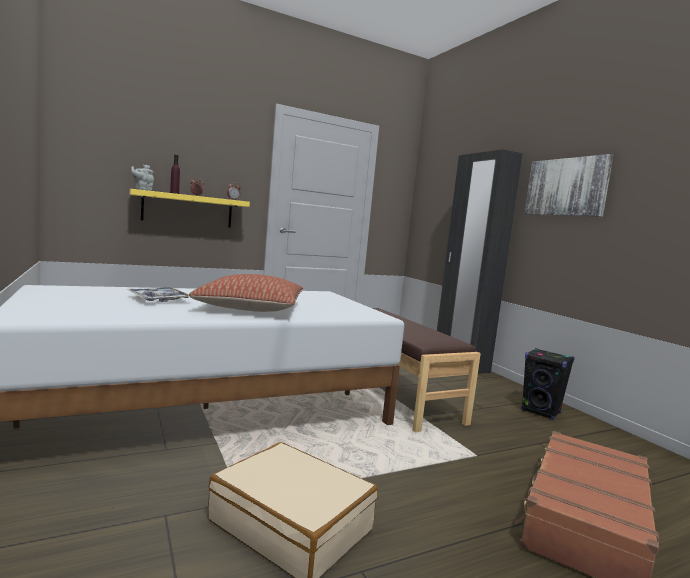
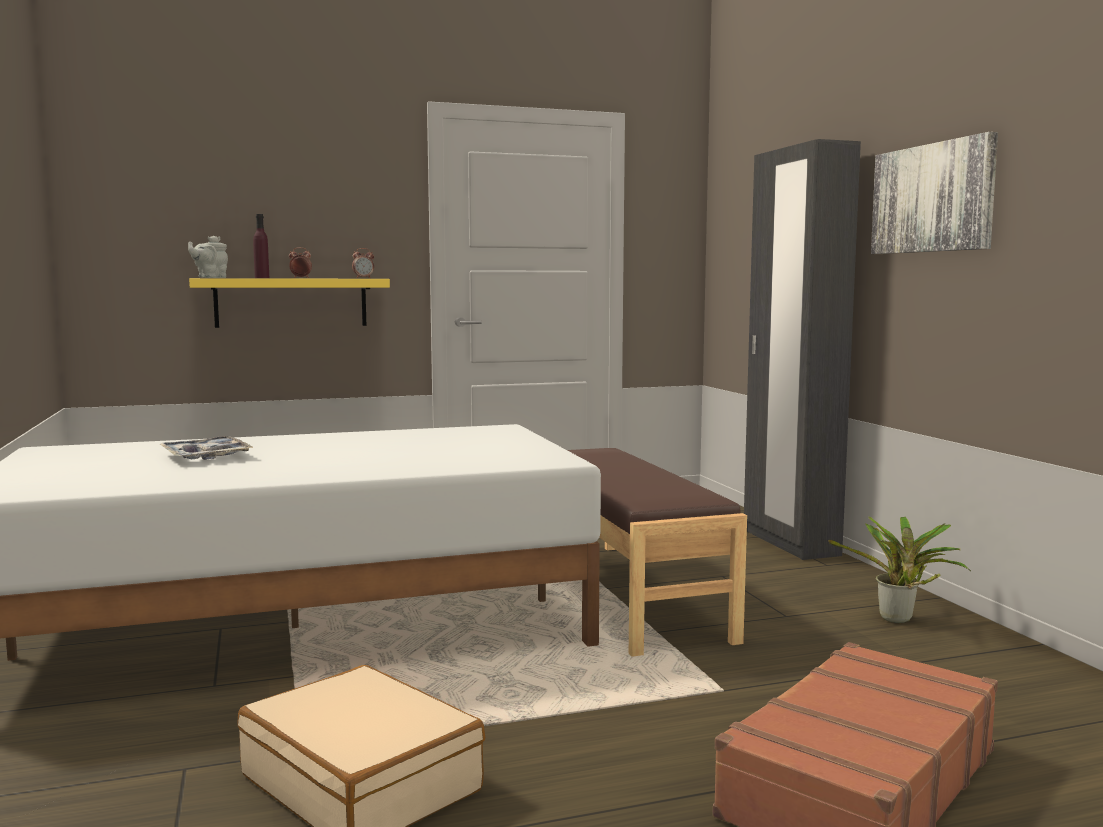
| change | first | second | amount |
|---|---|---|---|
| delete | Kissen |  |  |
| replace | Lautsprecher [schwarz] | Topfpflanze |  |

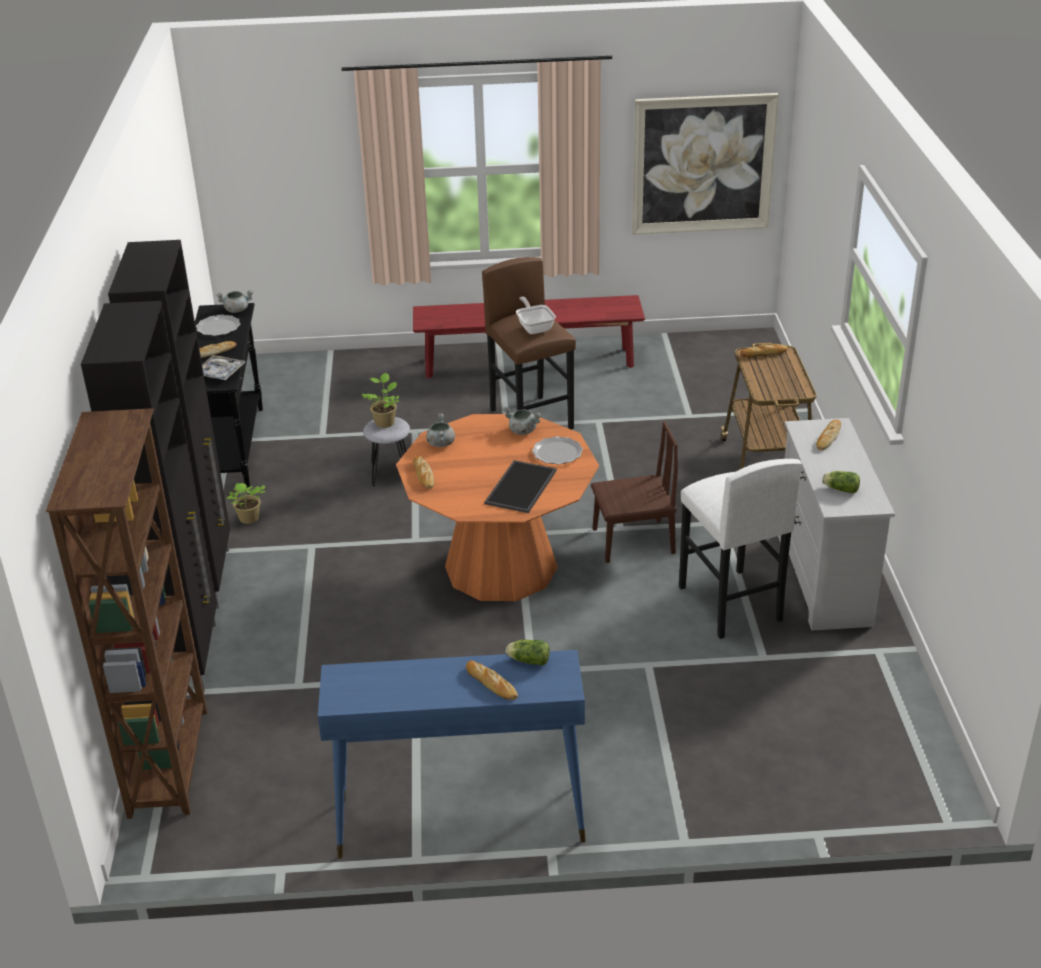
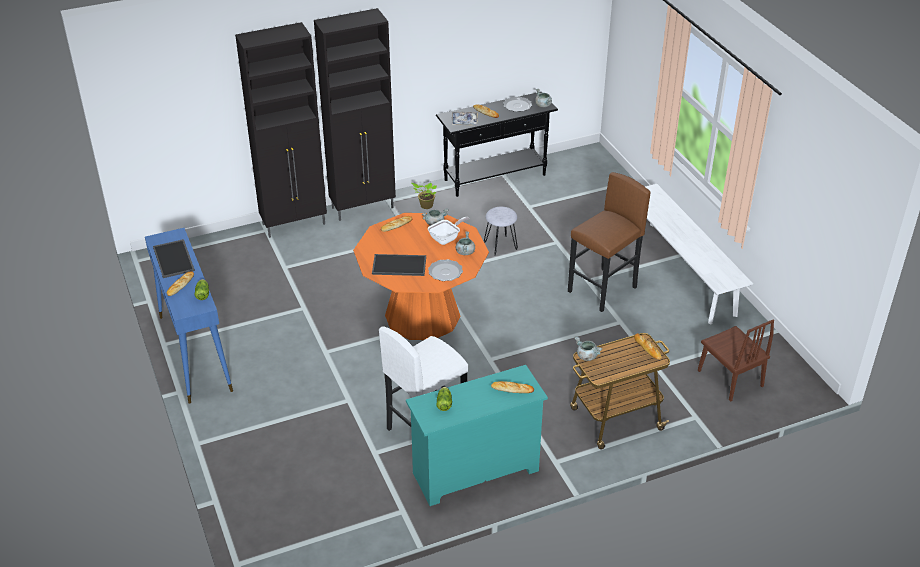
| change | first | second | amount |
|---|---|---|---|
| delete | Bild |  |  |
| recolor | Bank [rot] | Bank [weiß] |  |
| move | Pfanne |  |  |
| delete | Topfpflanze (2nd from left) |  |  |
| delete | Bücherregal [braun] |  |  |
| recolor | Kommode [weiß] | Kommode [türkis] |  |
| move | Stuhl [braun] |  |  |
| insert |  | Tablett (1st from left) |  |
| insert |  | Kochtopf [grau] (4th from left) |  |

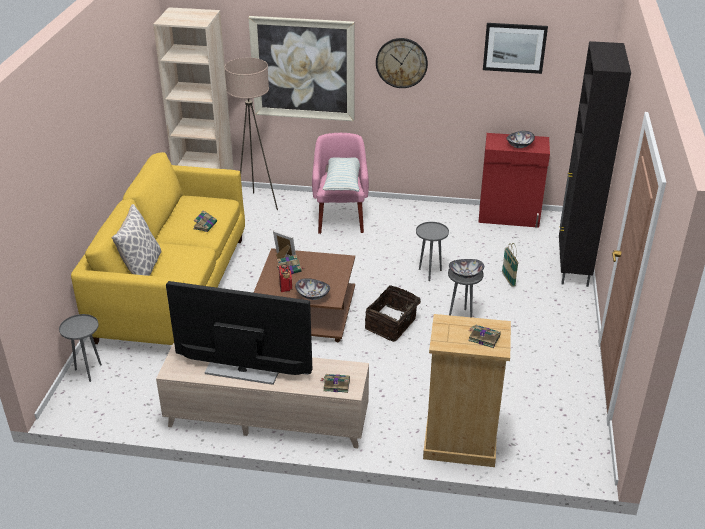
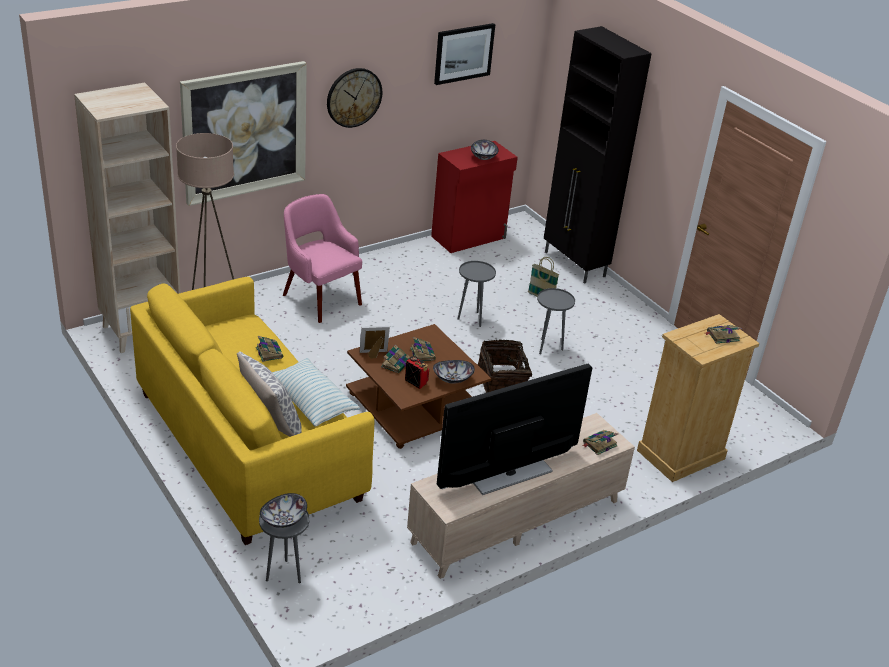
| change | first | second | amount |
|---|---|---|---|
| move | Kissen (2nd from left) |  |  |
| move | Schüssel (2nd from left in the first image) | Schüssel (1st from left) |  |
| insert |  | Buch (3rd from left) |  |

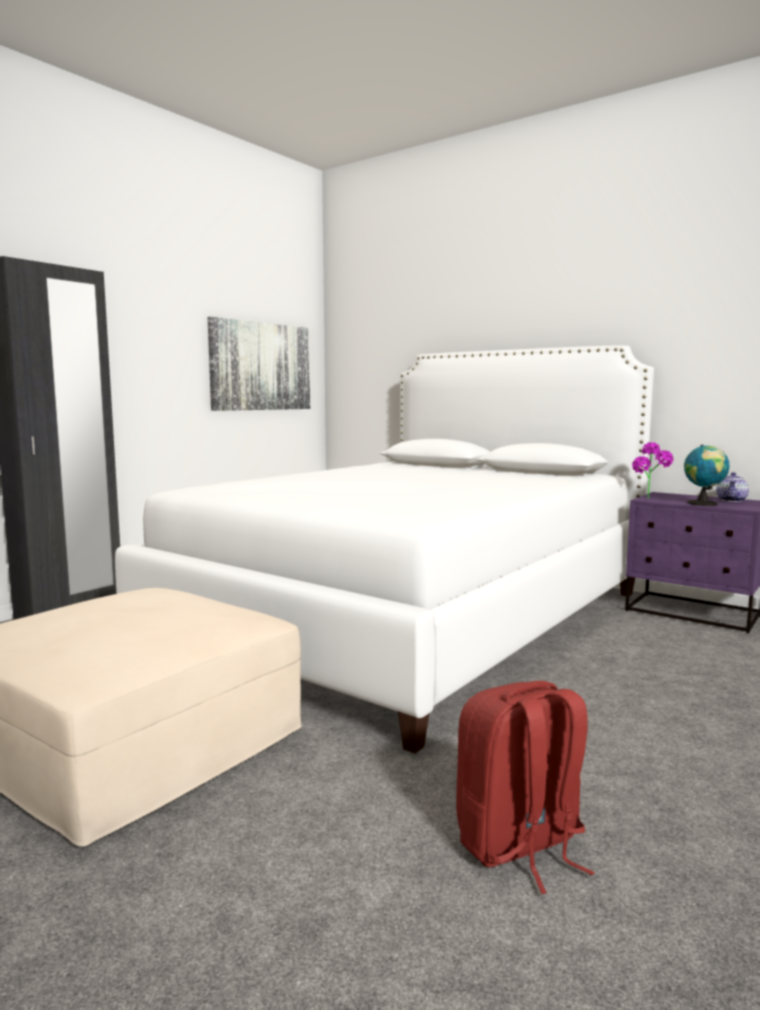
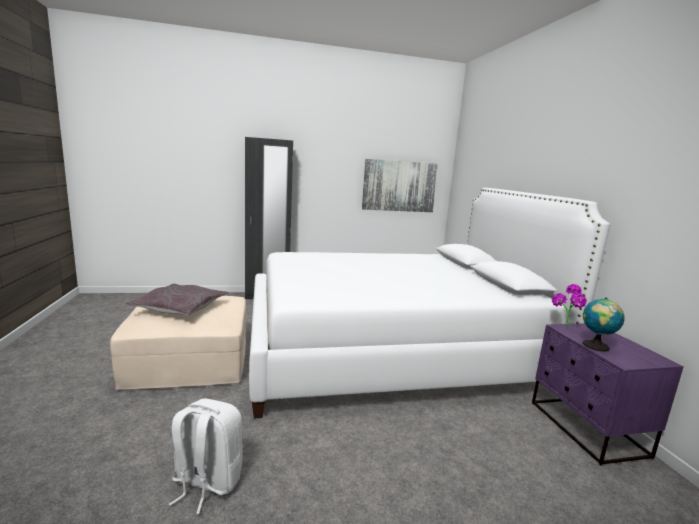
| change | first | second | amount |
|---|---|---|---|
| delete | Teekanne |  |  |
| recolor | Rucksack [rot] | Rucksack [weiß] |  |
| insert |  | Kissen [grau] |  |

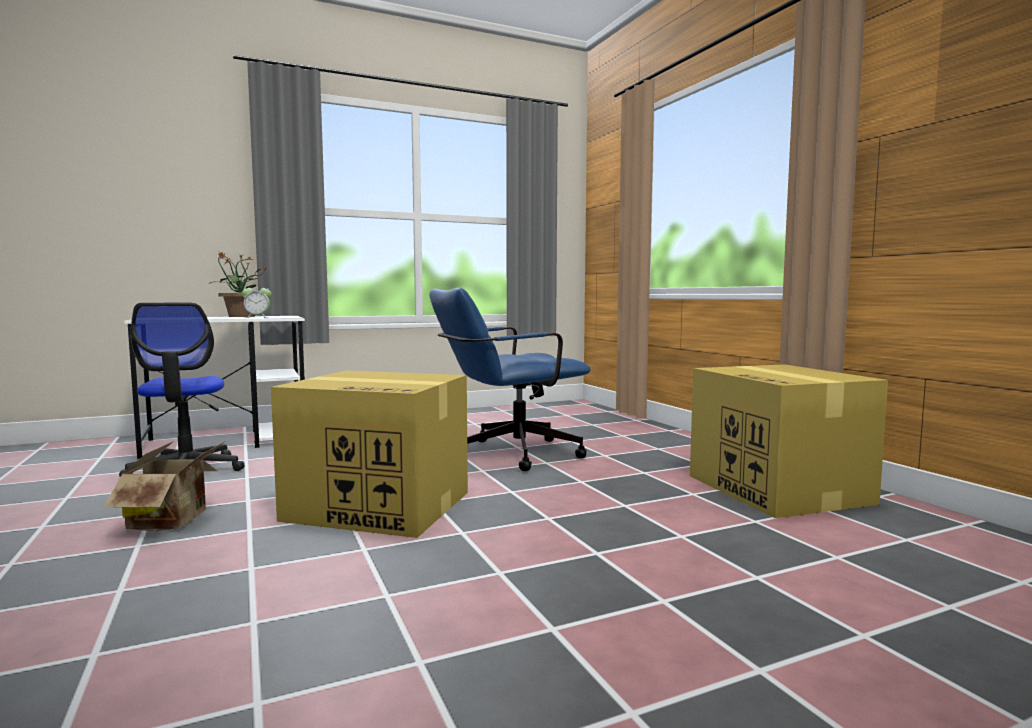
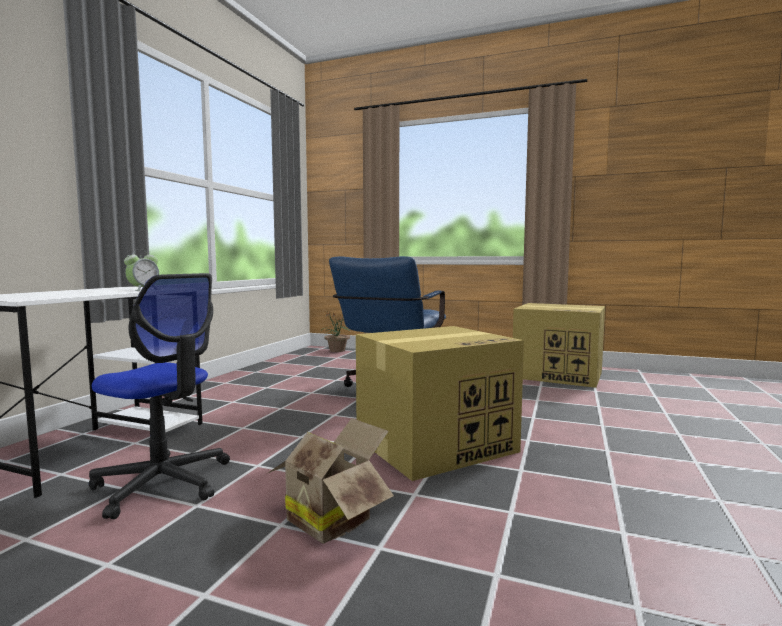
| change | first | second | amount |
|---|---|---|---|
| move | Topfpflanze |  |  |

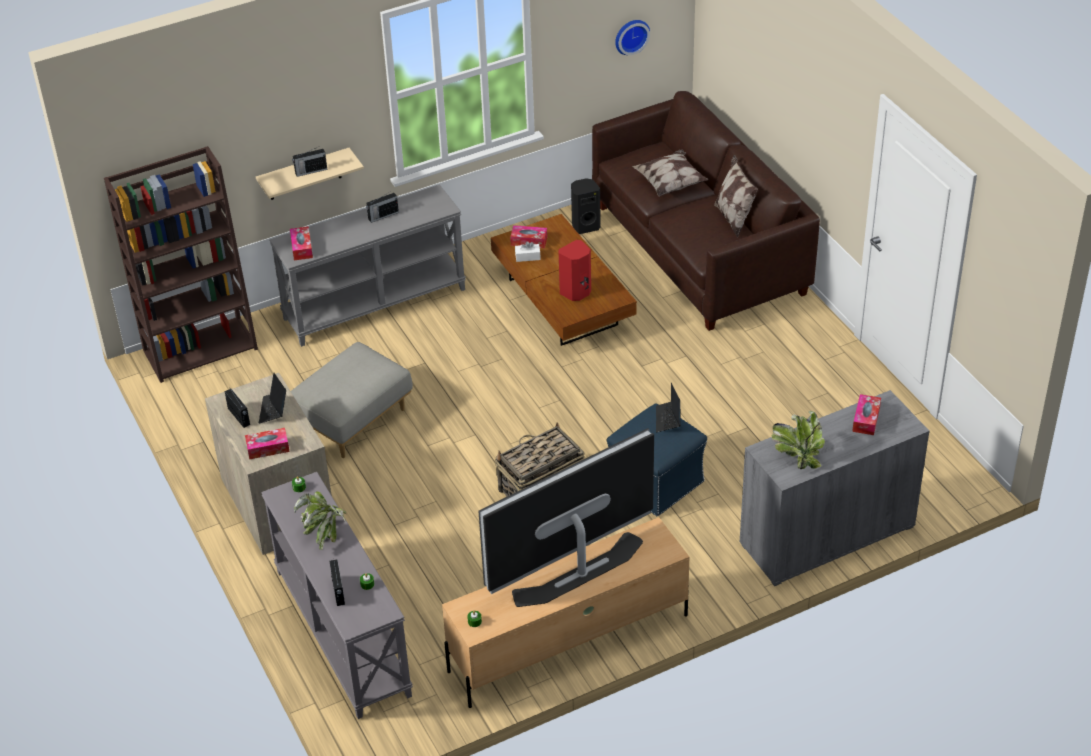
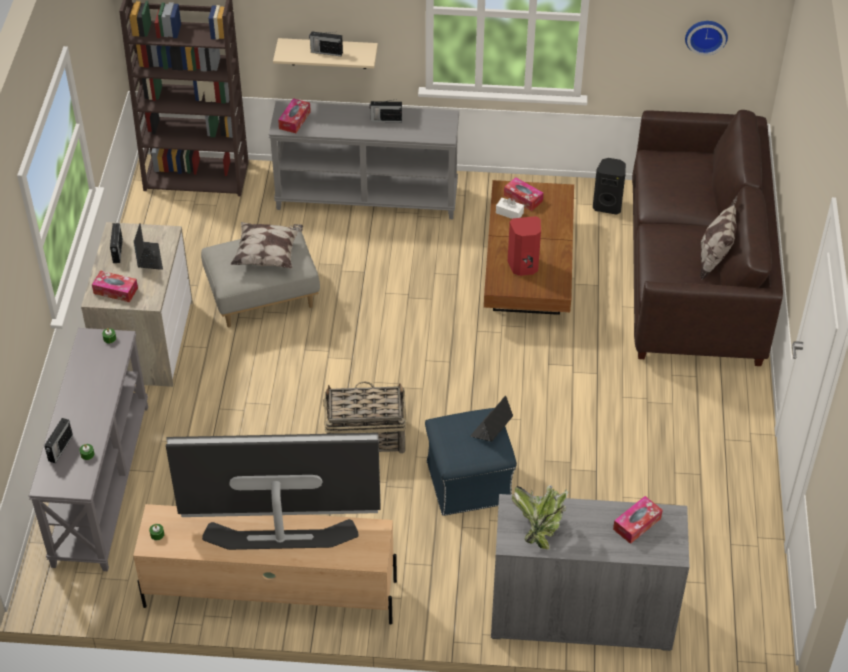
| change | first | second | amount |
|---|---|---|---|
| move | Kissen (1st from left) |  |  |
| rotate | Laptop (1st from left) |  | 135 degrees clockwise |
| delete | Topfpflanze (1st from left) |  |  |

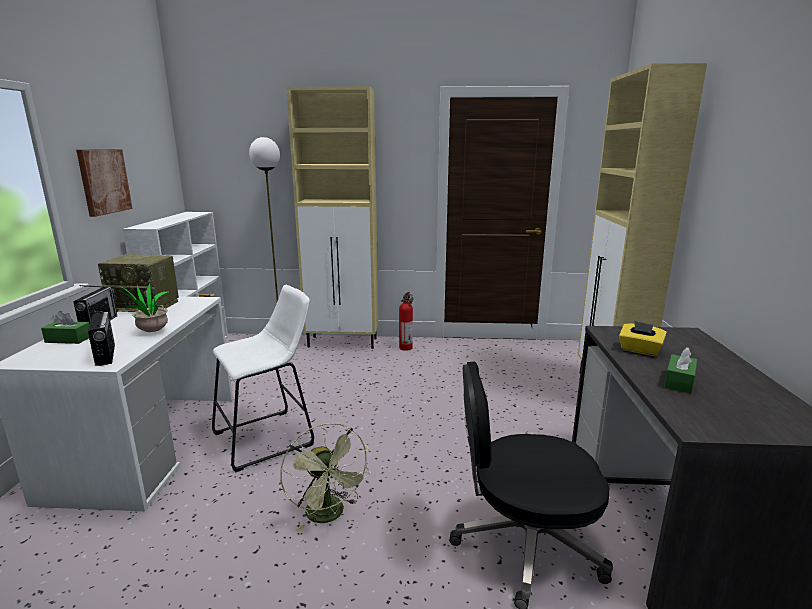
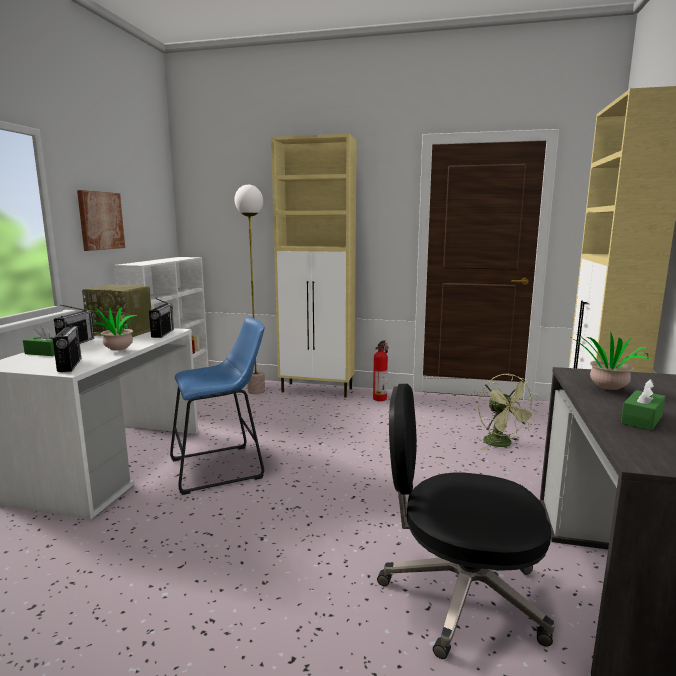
| change | first | second | amount |
|---|---|---|---|
| recolor | Hocker [weiß] | Hocker [blau] |  |
| replace | Taschentuchbox [gelb] | Topfpflanze (2nd from left) |  |
| move | Ventilator [grün] |  |  |
| insert |  | Radio (4th from left) |  |

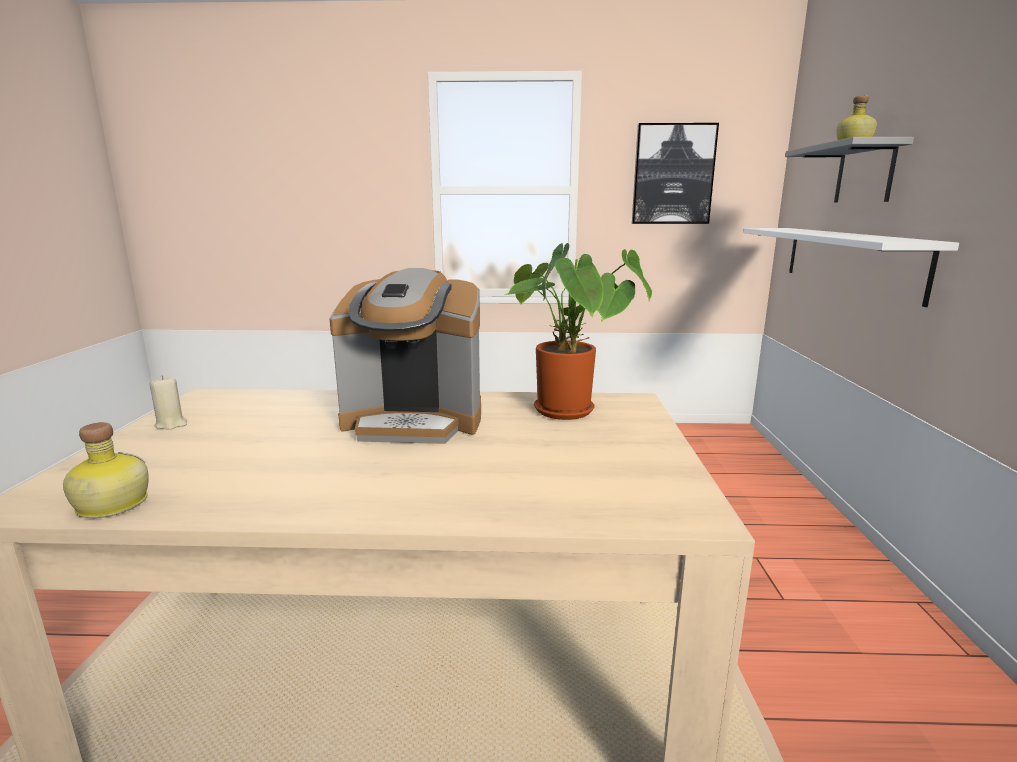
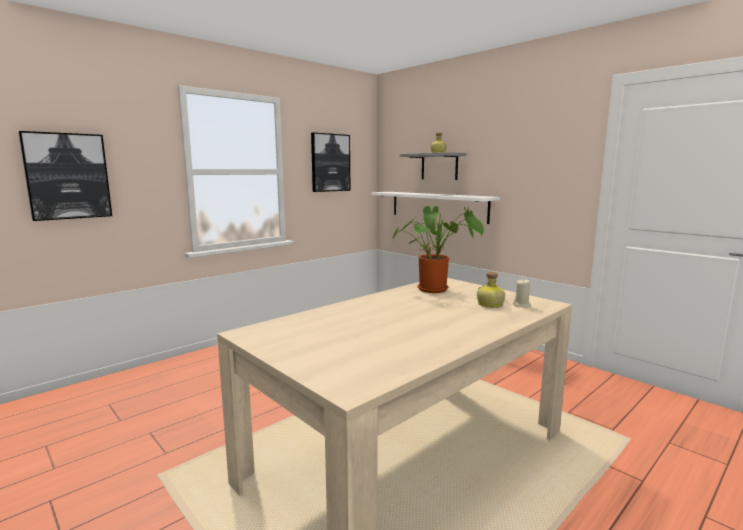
| change | first | second | amount |
|---|---|---|---|
| delete | Kaffeemaschine |  |  |
| move | Kerze [beige] |  |  |
| move | Flasche (1st from left in the first image) | Flasche (2nd from left) |  |
| insert |  | Bild (1st from left) |  |

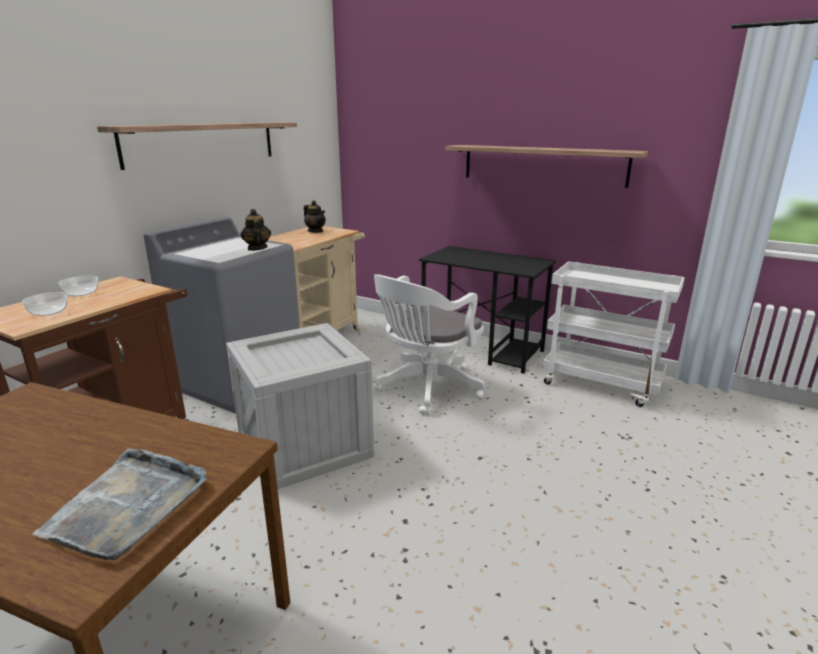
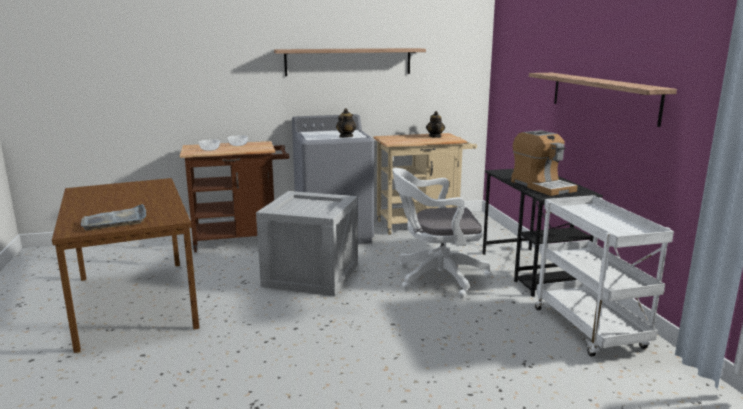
| change | first | second | amount |
|---|---|---|---|
| insert |  | Kaffeemaschine |  |

